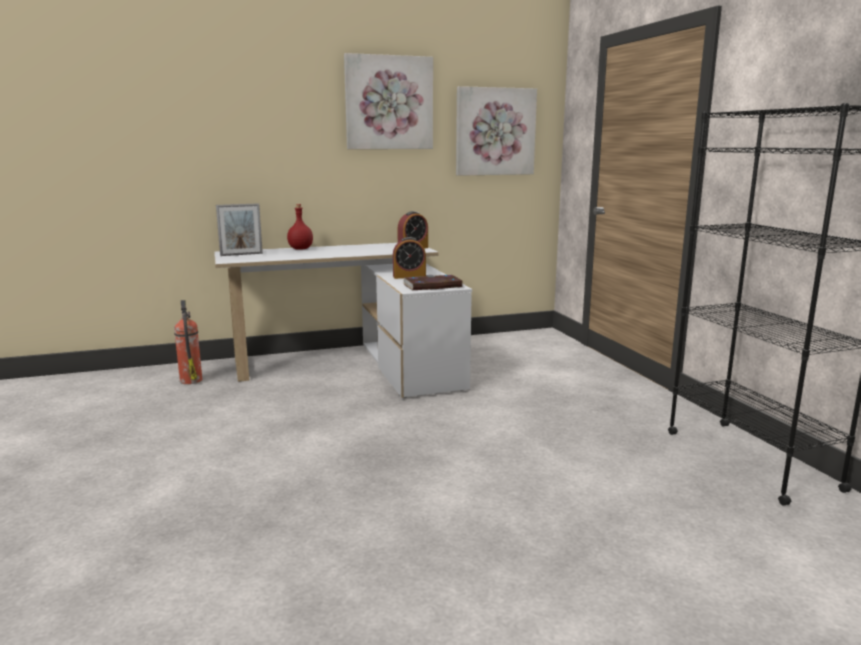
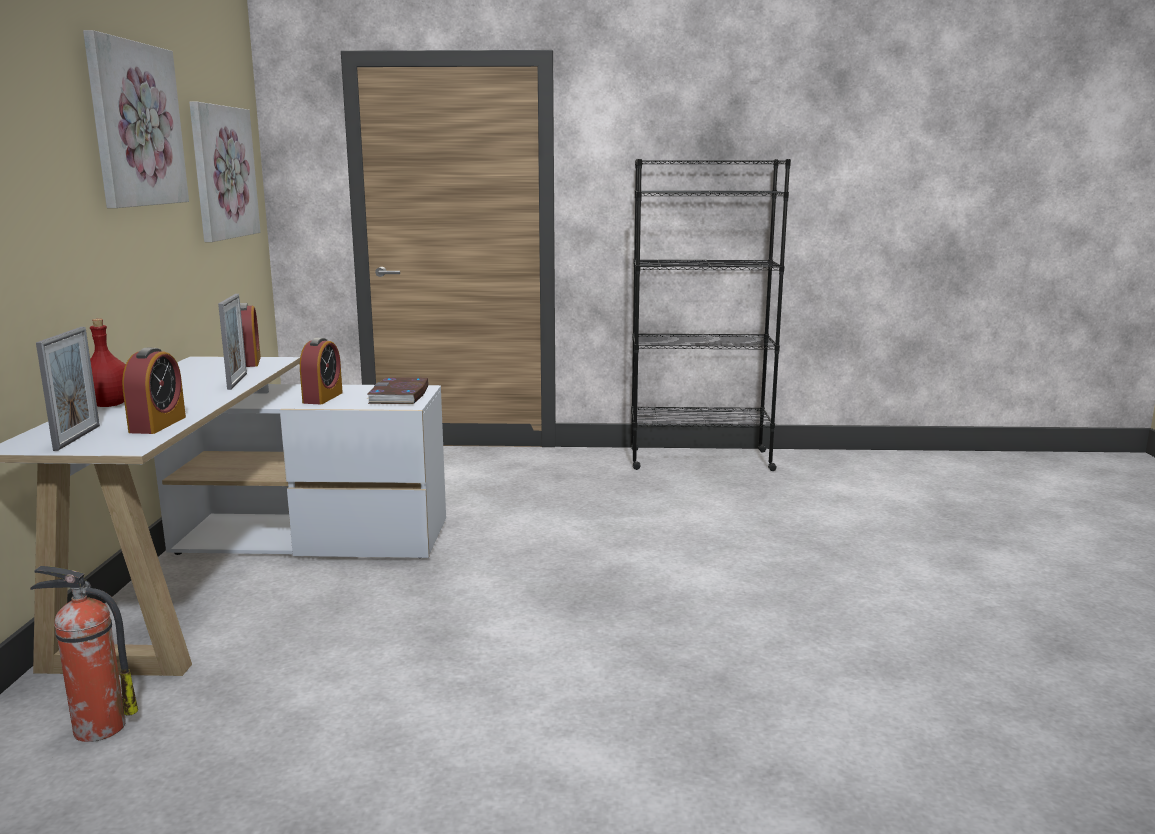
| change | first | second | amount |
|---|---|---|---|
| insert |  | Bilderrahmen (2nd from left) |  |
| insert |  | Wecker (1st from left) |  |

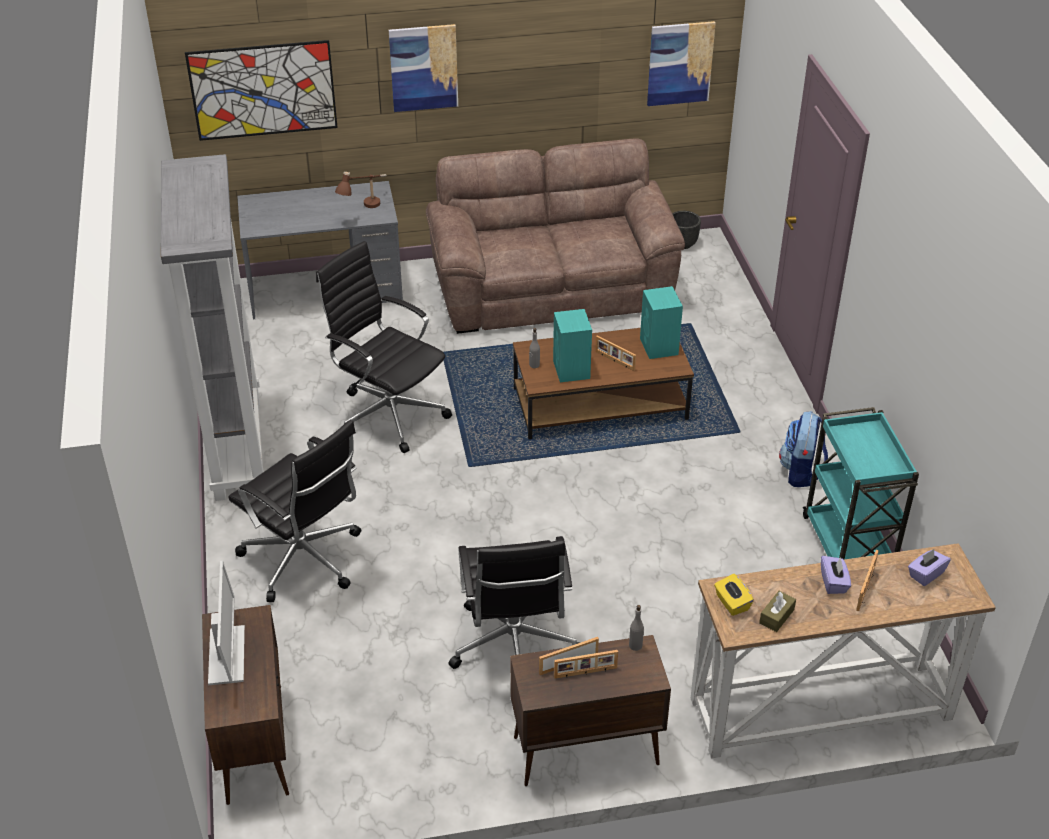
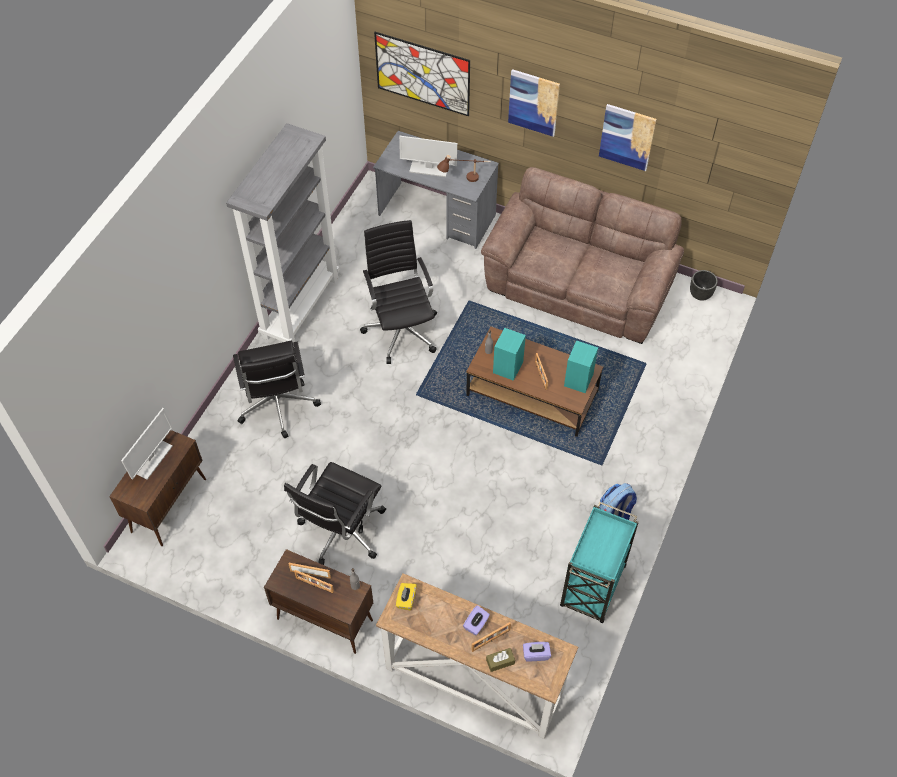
| change | first | second | amount |
|---|---|---|---|
| move | Bild (3rd from left) |  |  |
| move | Taschentuchbox [braun] |  |  |
| insert |  | Monitor (2nd from left) |  |

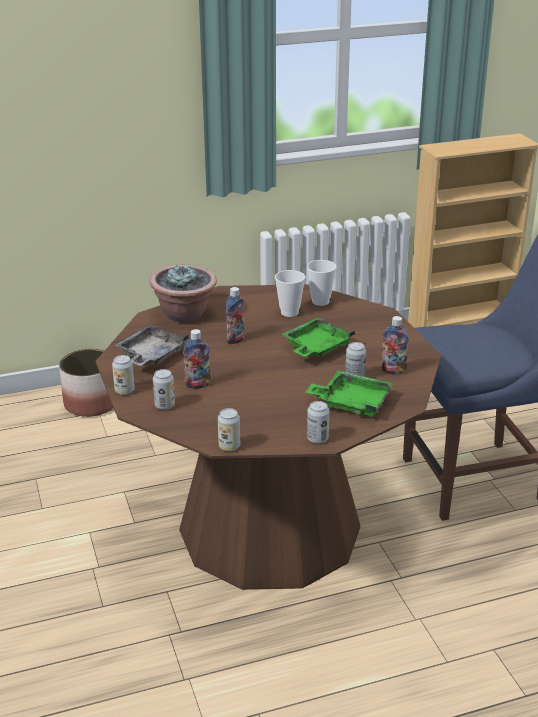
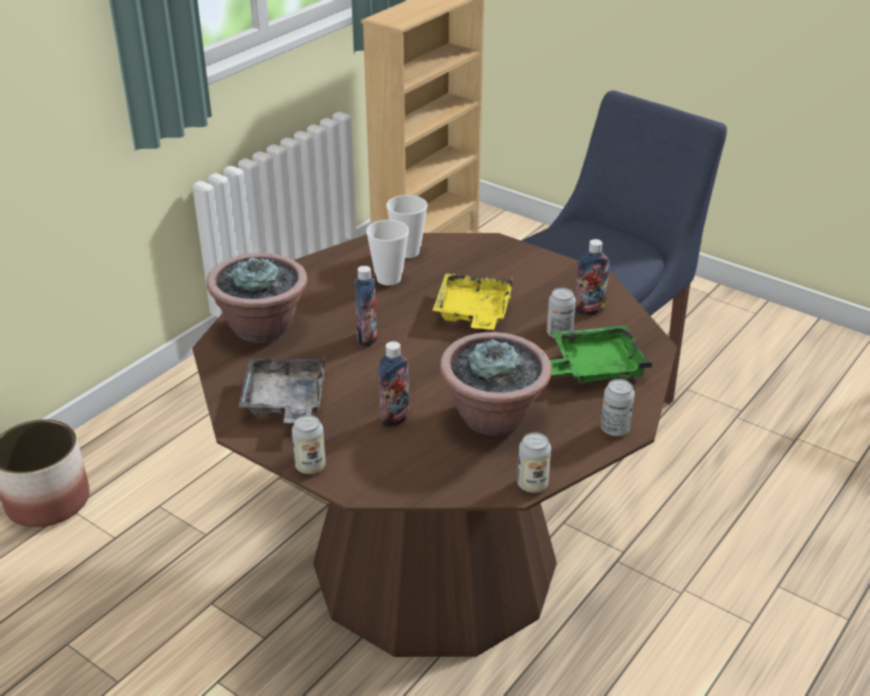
| change | first | second | amount |
|---|---|---|---|
| recolor | Tablett [grün] (1st from left) | Tablett [gelb] |  |
| delete | Dose (2nd from left) |  |  |
| insert |  | Topfpflanze (2nd from left) |  |

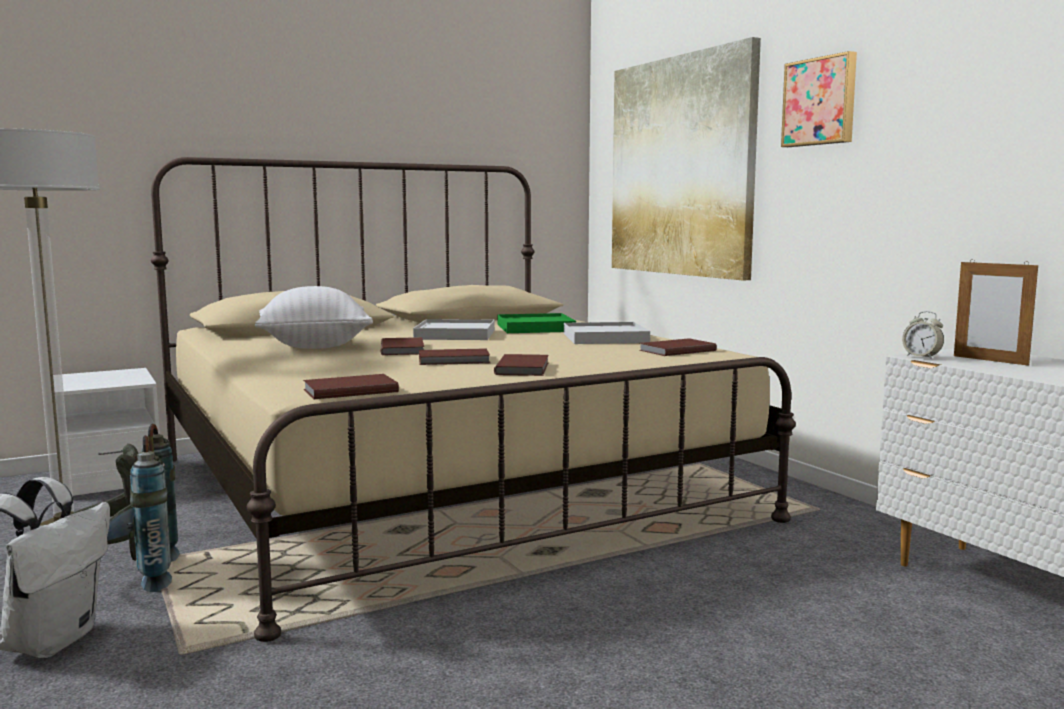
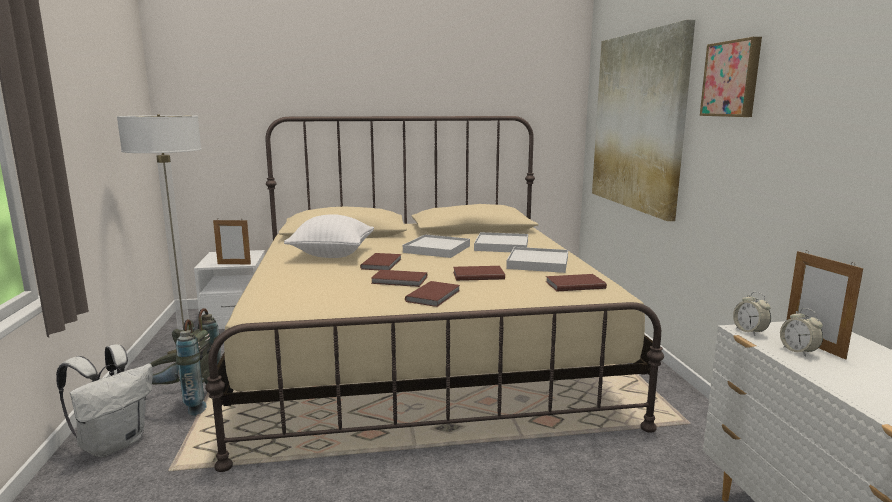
| change | first | second | amount |
|---|---|---|---|
| recolor | Tablett [grün] | Tablett [weiß] (2nd from left) |  |
| move | Buch [braun] (1st from left in the first image) | Buch [braun] (4th from left) |  |
| insert |  | Bilderrahmen (1st from left) |  |
| insert |  | Wecker (2nd from left) |  |

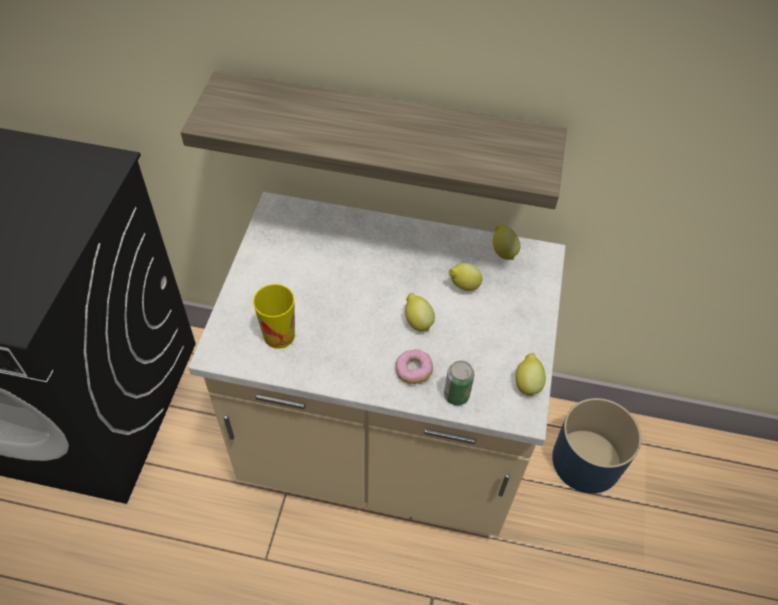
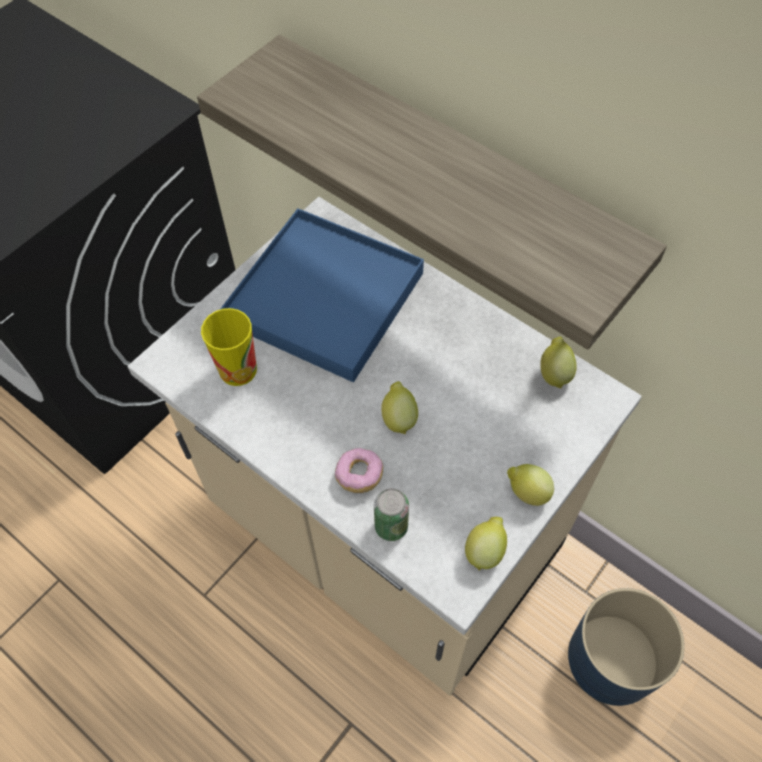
| change | first | second | amount |
|---|---|---|---|
| move | Zitrone (2nd from left in the first image) | Zitrone (3rd from left) |  |
| insert |  | Tablett [blau] |  |

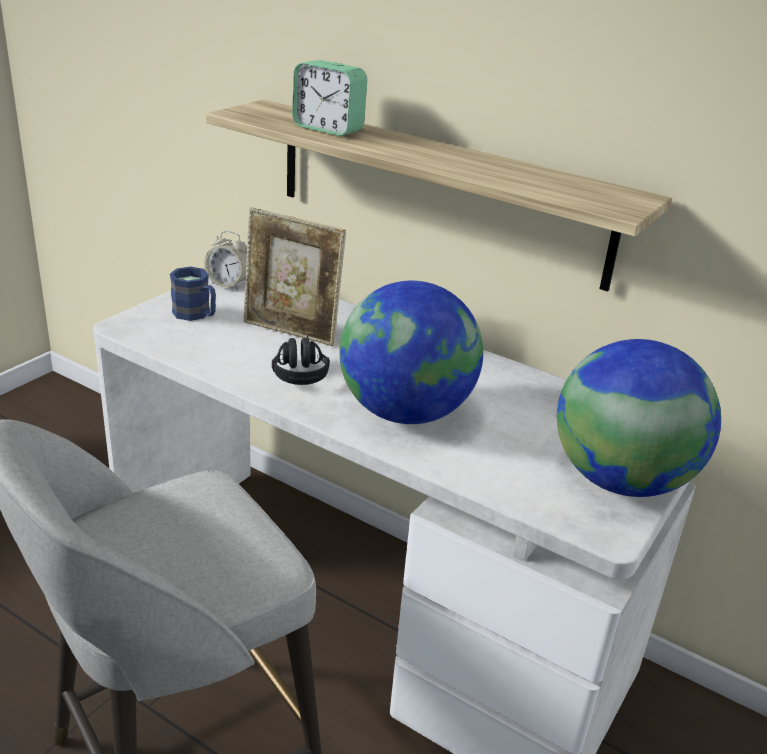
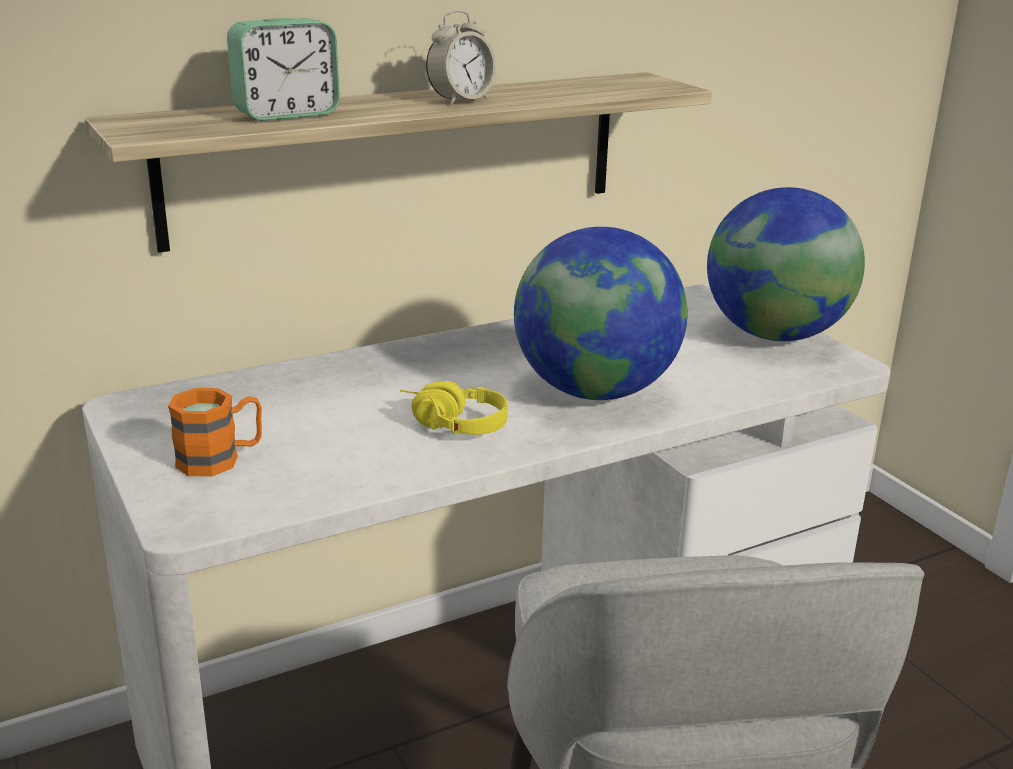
| change | first | second | amount |
|---|---|---|---|
| delete | Bilderrahmen |  |  |
| move | Wecker (1st from left in the first image) | Wecker (2nd from left) |  |
| recolor | Henkelbecher [blau] | Henkelbecher [orange] |  |
| recolor | Kopfhörer [schwarz] | Kopfhörer [gelb] |  |

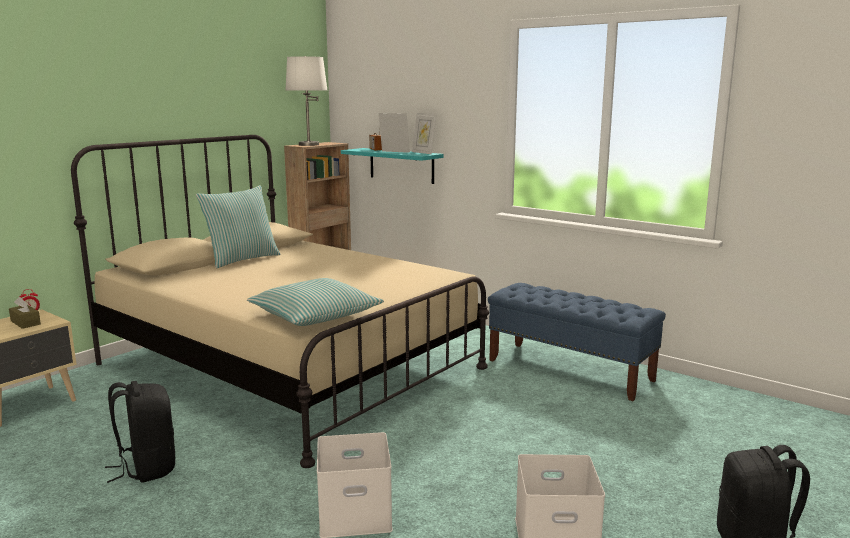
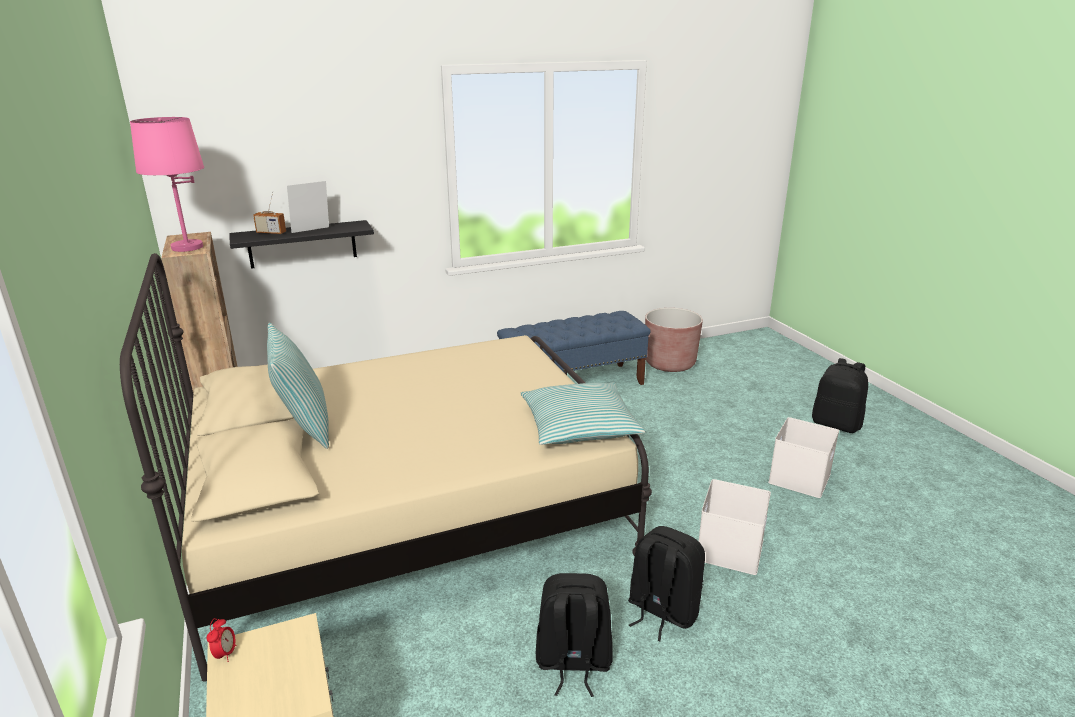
| change | first | second | amount |
|---|---|---|---|
| recolor | Tischlampe [weiß] | Tischlampe [rosa] |  |
| delete | Bilderrahmen (2nd from left) |  |  |
| recolor | Wandregal [türkis] | Wandregal [schwarz] |  |
| delete | Taschentuchbox [braun] |  |  |
| insert |  | Pflanzkübel [braun] |  |
| insert |  | Rucksack [schwarz] (2nd from left) |  |

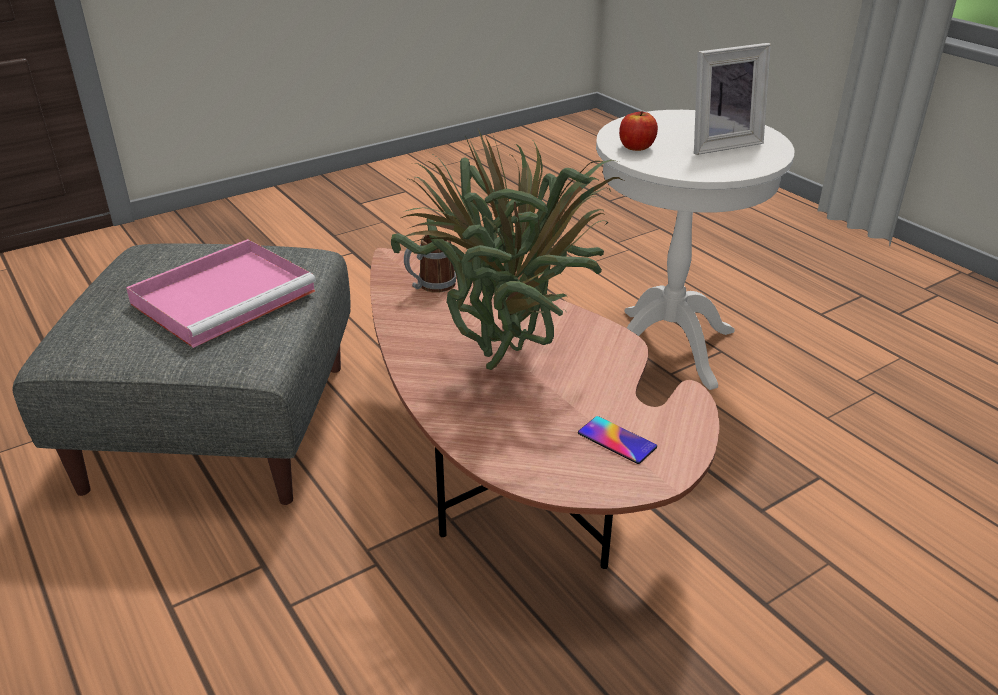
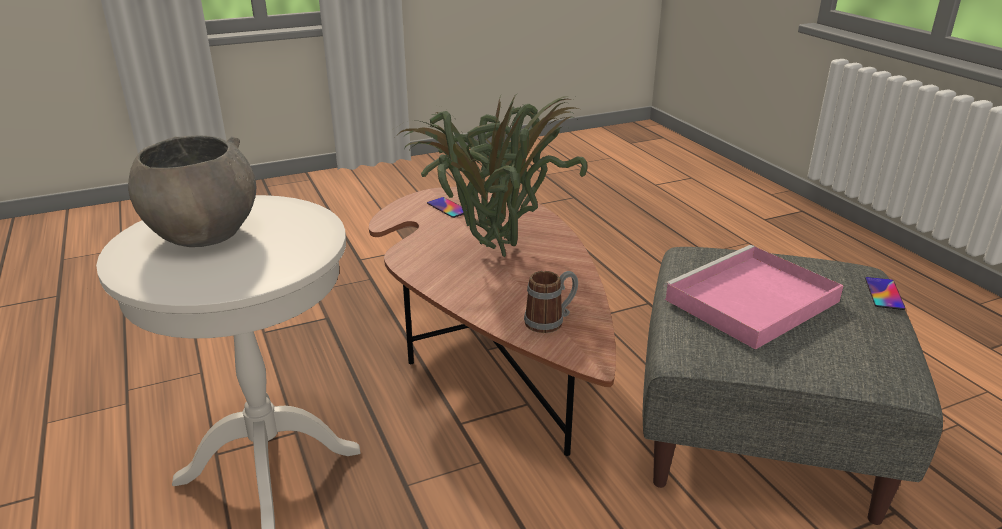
| change | first | second | amount |
|---|---|---|---|
| replace | Bilderrahmen | Schüssel [grau] |  |
| delete | Apfel |  |  |
| insert |  | Handy (2nd from left) |  |

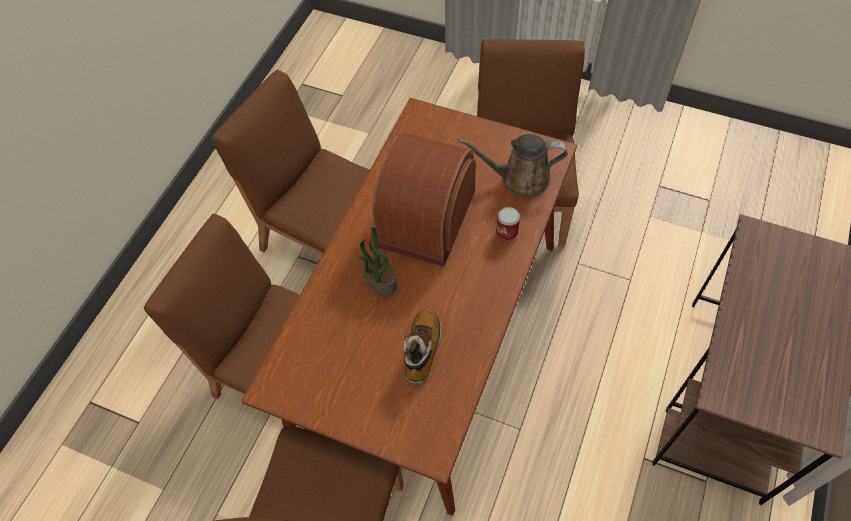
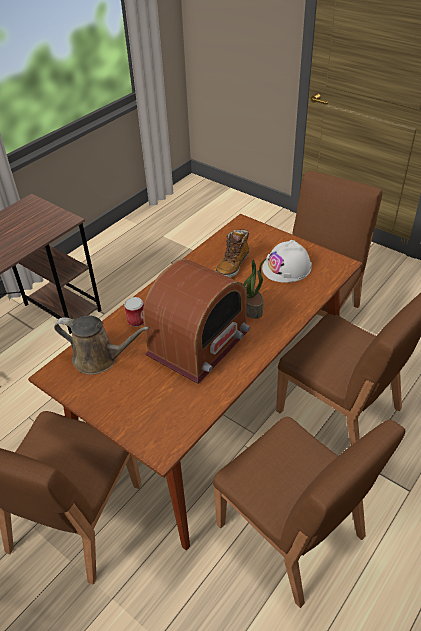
| change | first | second | amount |
|---|---|---|---|
| insert |  | Schutzhelm [weiß] |  |

